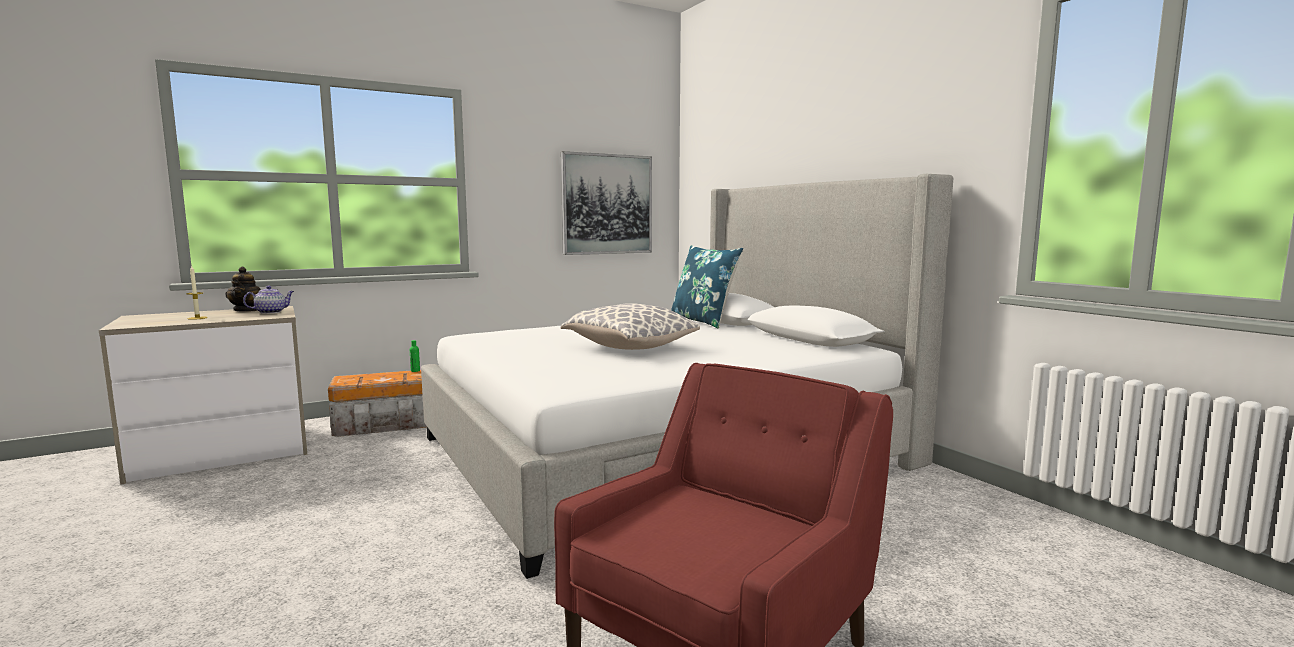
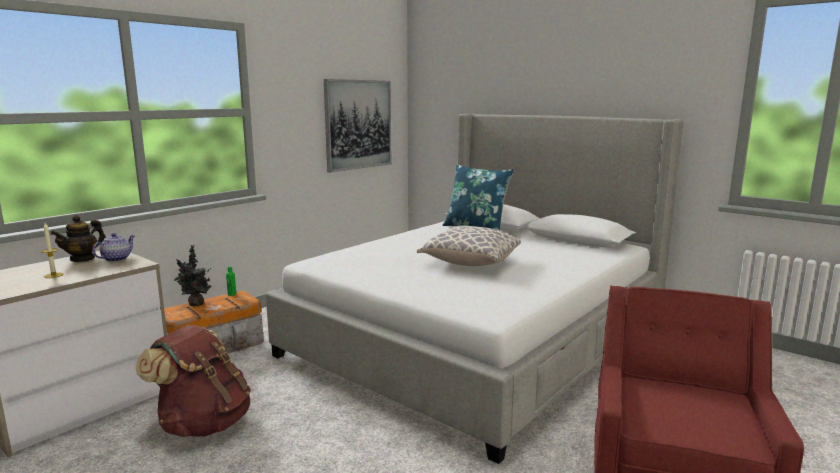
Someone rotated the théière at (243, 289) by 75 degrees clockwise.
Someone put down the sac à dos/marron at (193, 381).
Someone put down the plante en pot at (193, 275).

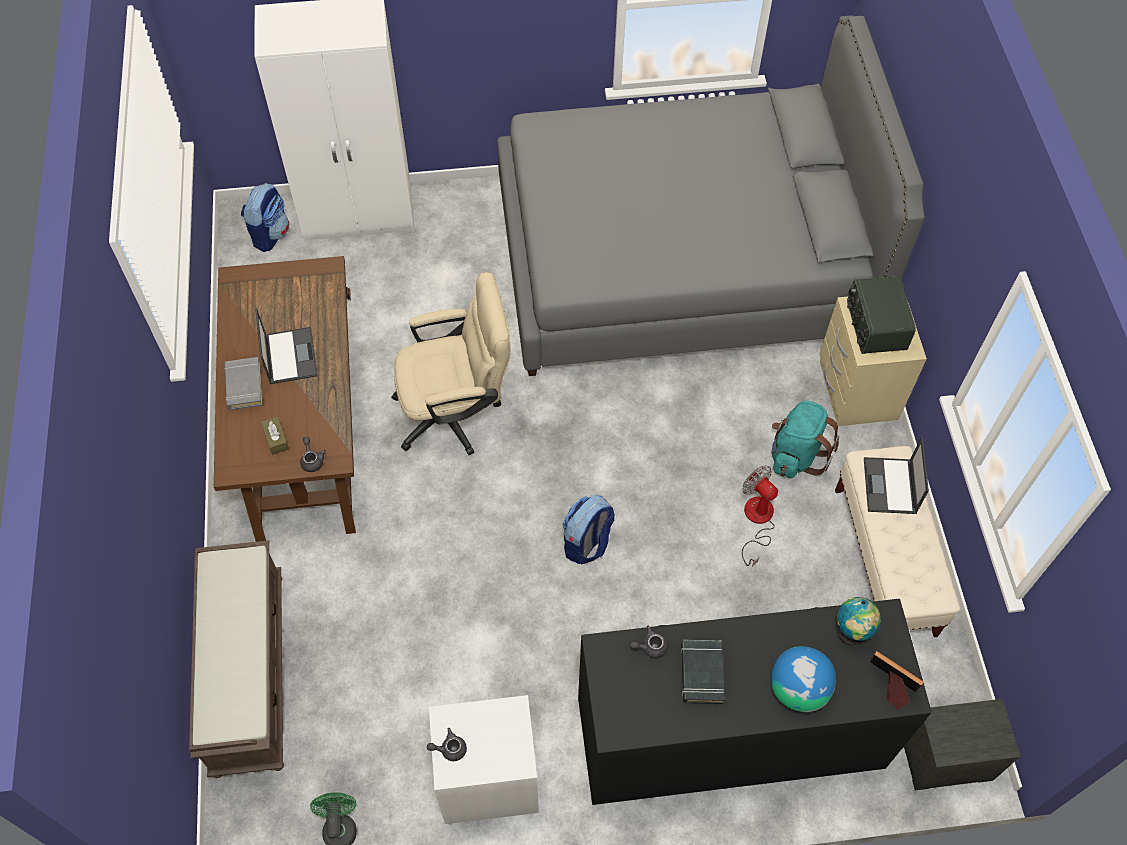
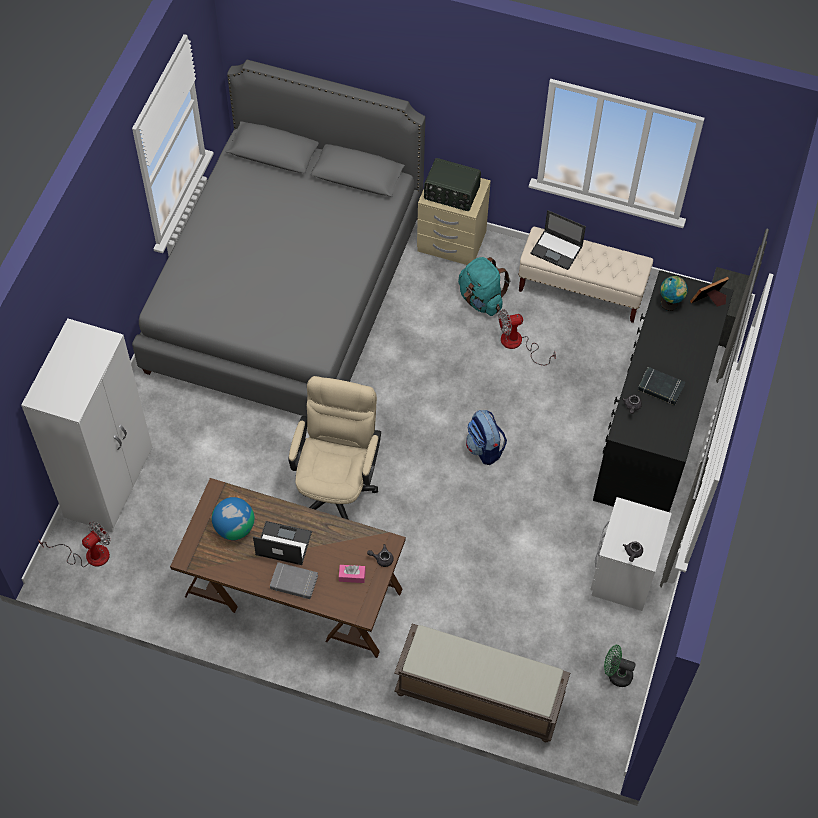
Someone swapped the sac à dos at (265, 217) for the ventilateur at (74, 544).
Someone carried the globe from (803, 679) to (233, 518).
Someone repainted the boîte à mouchoirs/marron at (275, 435), which became the boîte à mouchoirs/rose at (352, 574).

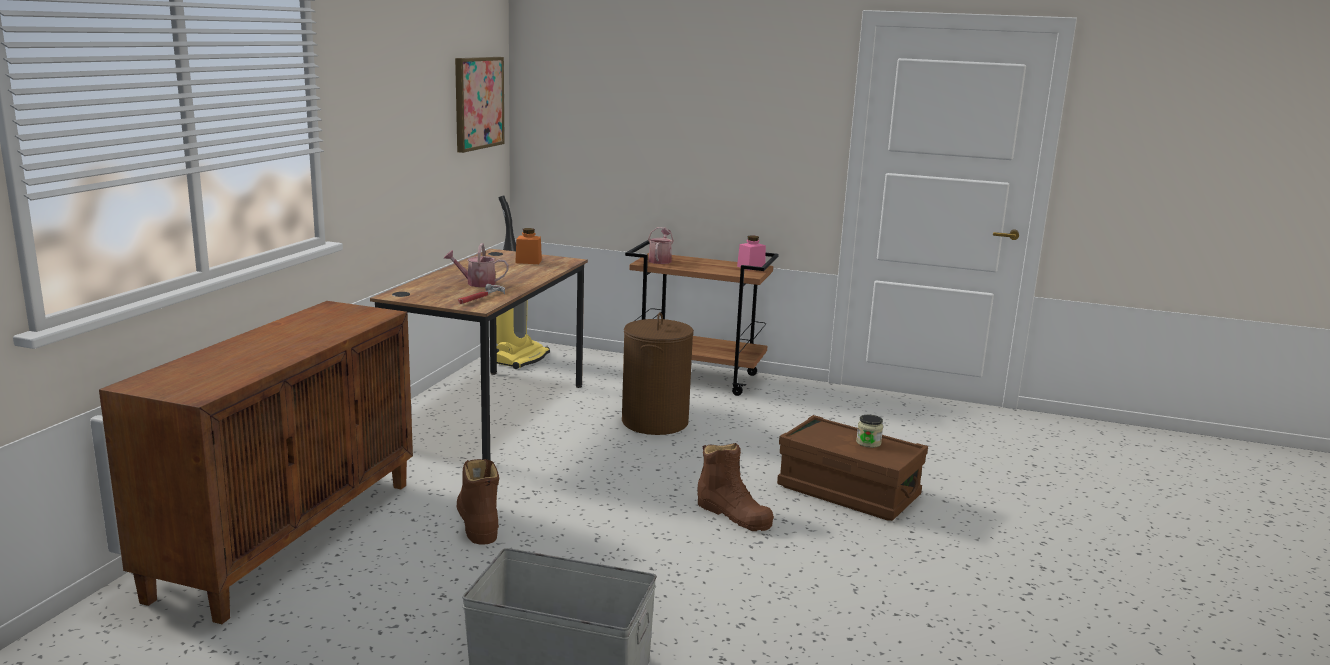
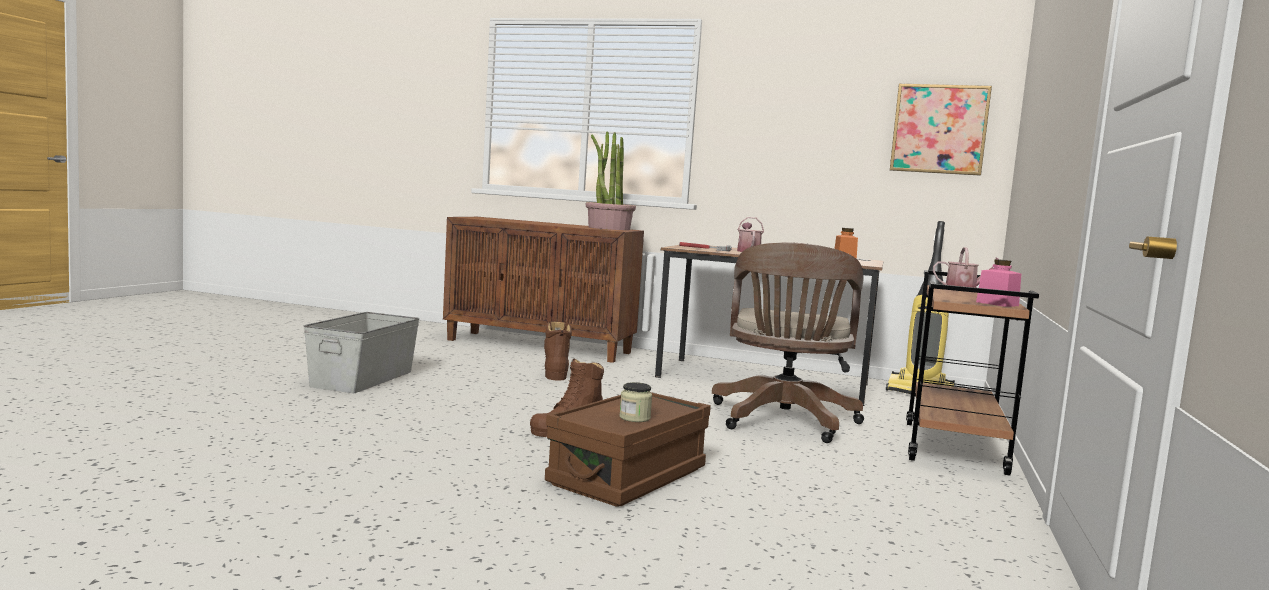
Someone rotated the botte/marron at (477, 501) by 75 degrees counterclockwise.
Someone put down the plante en pot at (611, 180).
Someone swapped the panier à linge/marron at (658, 373) for the chaise de bureau/marron at (788, 343).

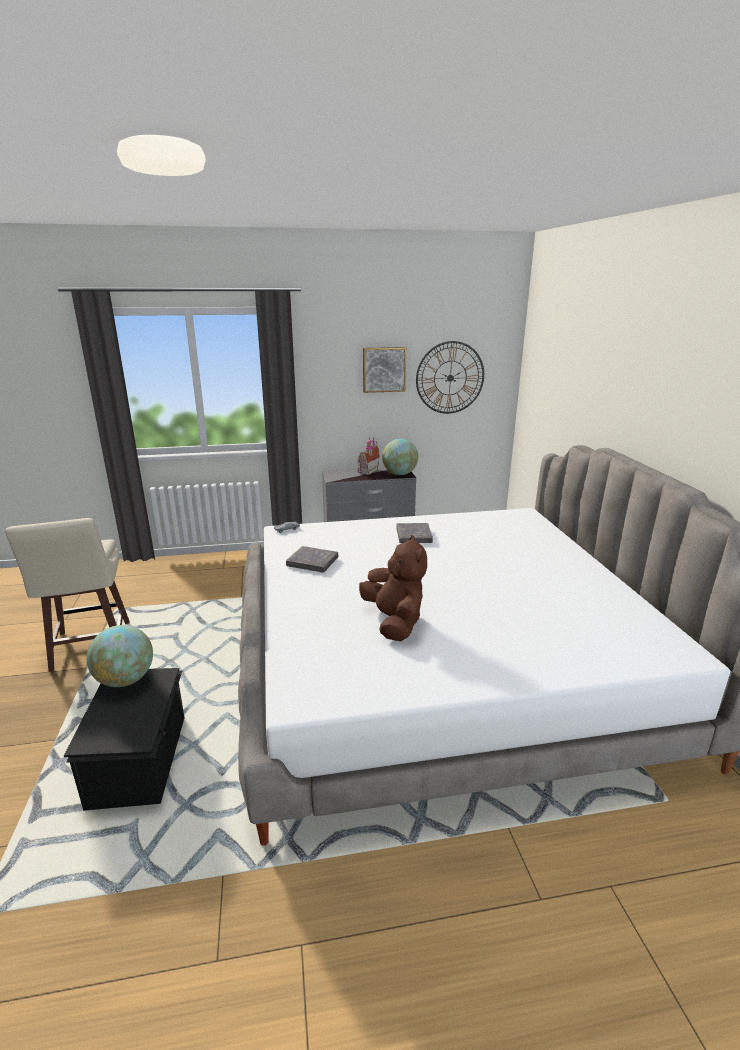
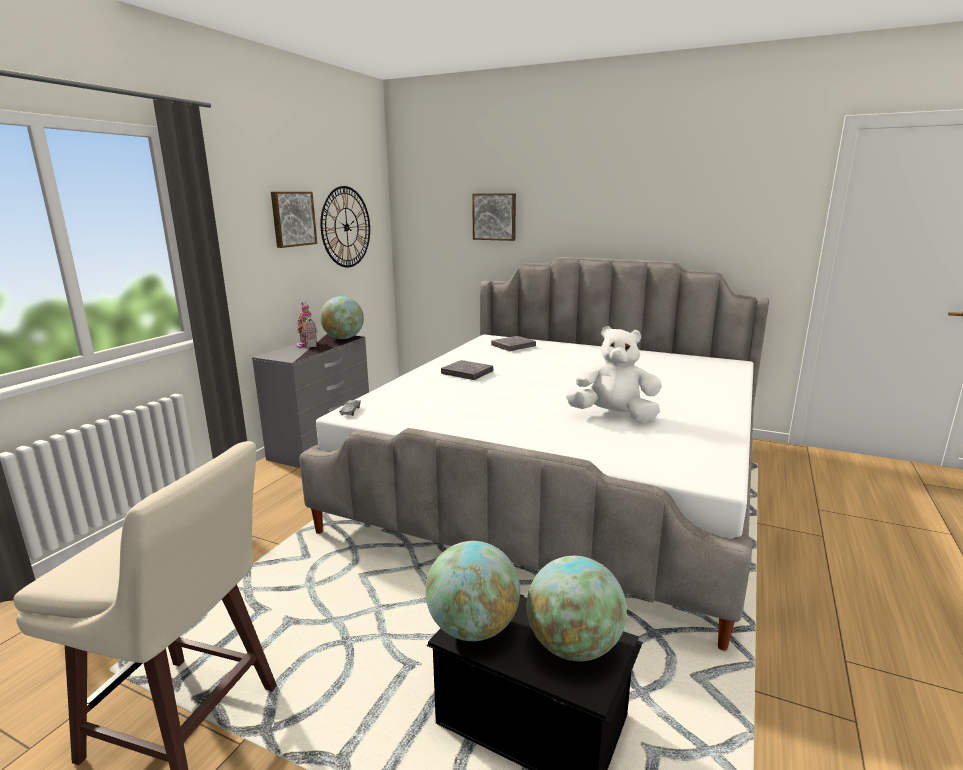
Someone put up the tableau at (494, 217).
Someone carried the livre/gris from (312, 559) to (513, 343).
Someone put down the globe at (577, 608).
Someone repainted the peluche/marron at (393, 588), which became the peluche/blanc at (614, 374).

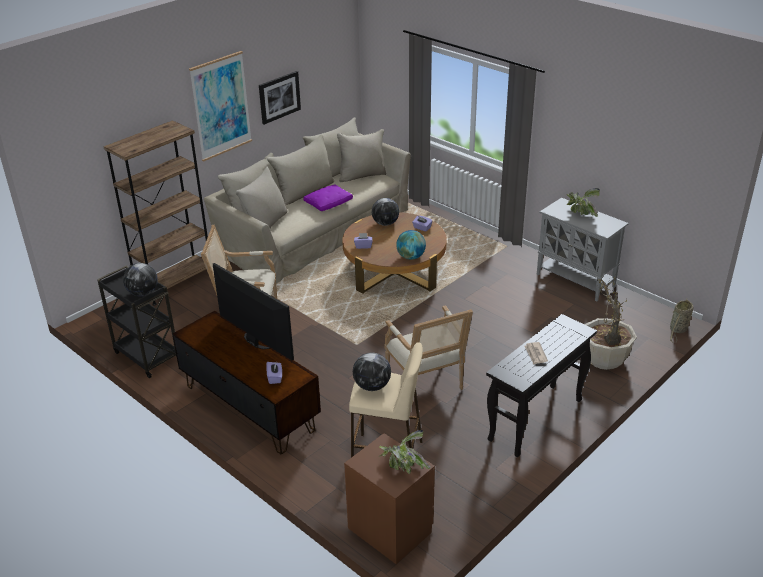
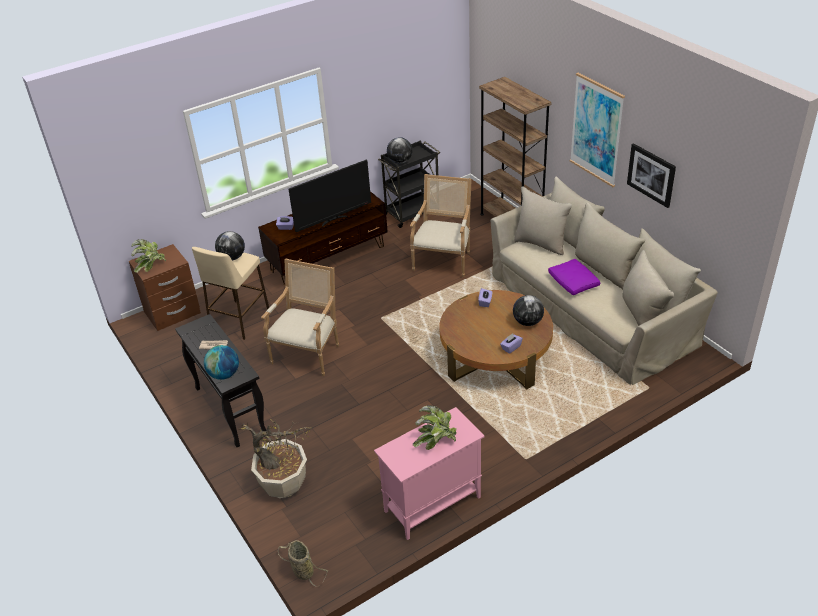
Someone carried the globe from (411, 245) to (221, 362).
Someone rotated the fauteuil at (429, 355) by 120 degrees clockwise.
Someone repainted the meuble de rangement/gris at (582, 249), which became the meuble de rangement/rose at (429, 473).

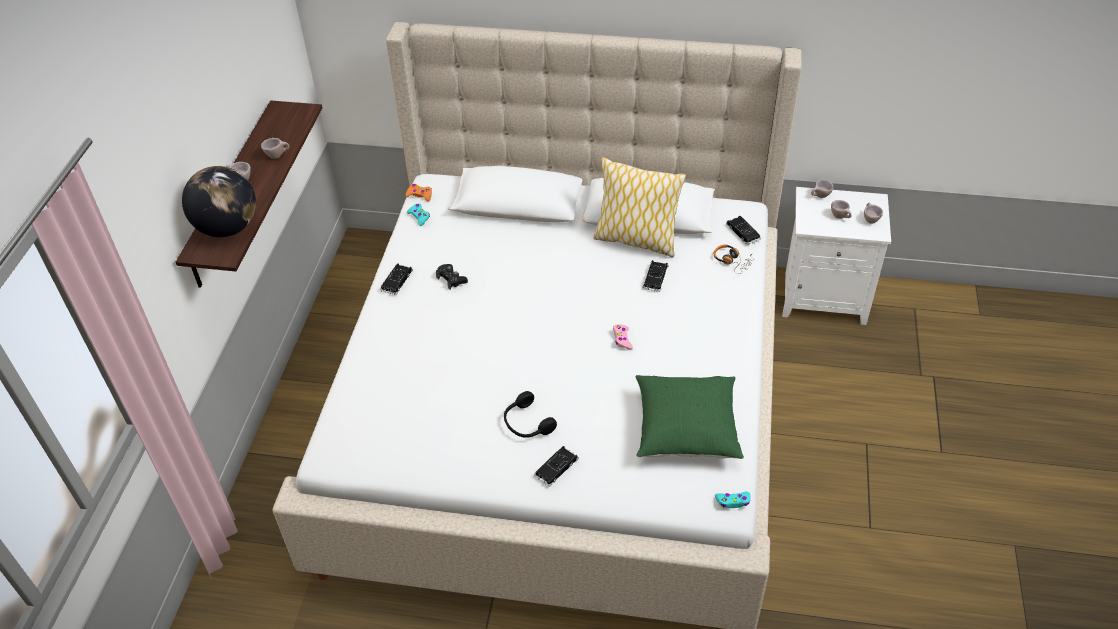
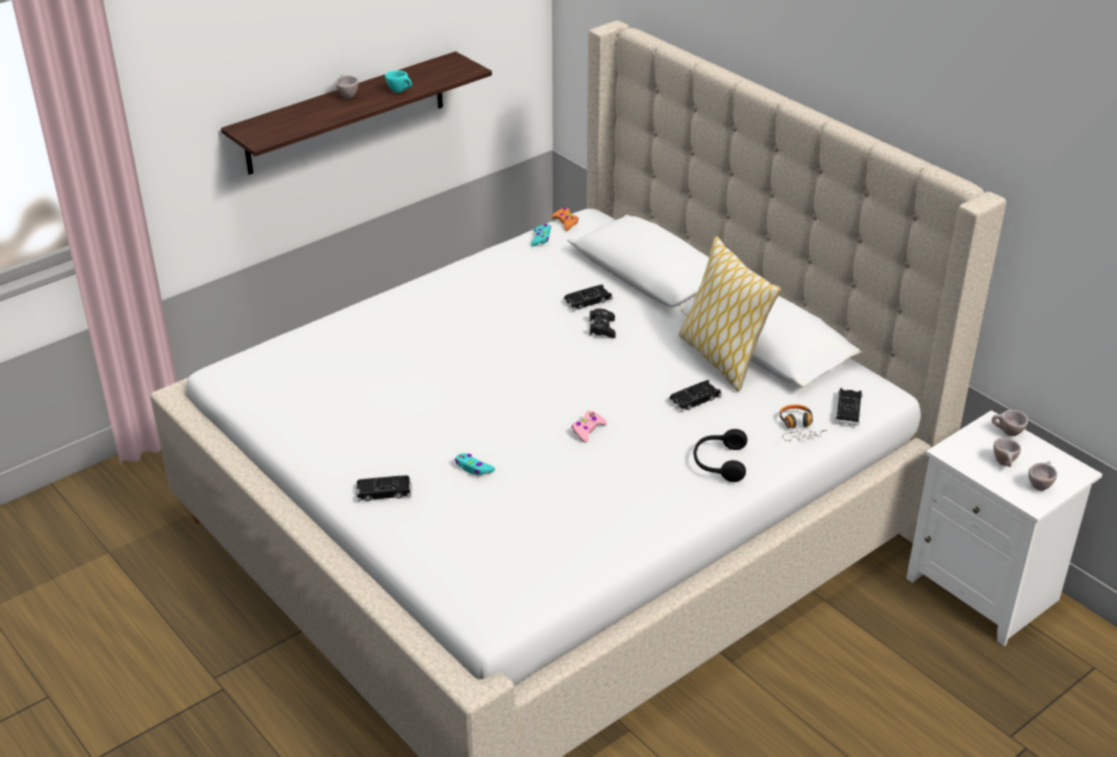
Someone repainted the tasse/beige at (275, 148), which became the tasse/turquoise at (398, 81).
Someone carried the manette/turquoise from (733, 499) to (475, 464).
Someone carried the petite voiture/noir from (396, 279) to (588, 298).
Someone carried the manette/noir from (452, 277) to (603, 323).
Someone carried the casque audio/noir from (530, 414) to (720, 455).
Someone took away the globe at (219, 201).
Someone took away the coussin/vert at (690, 417).

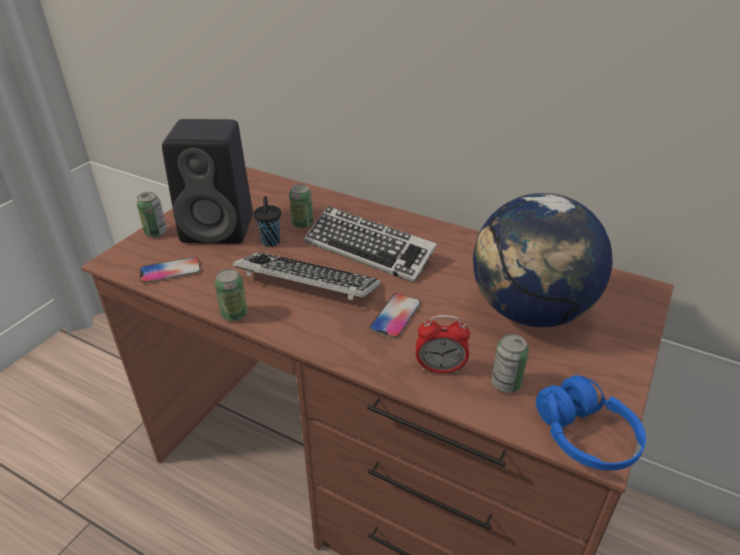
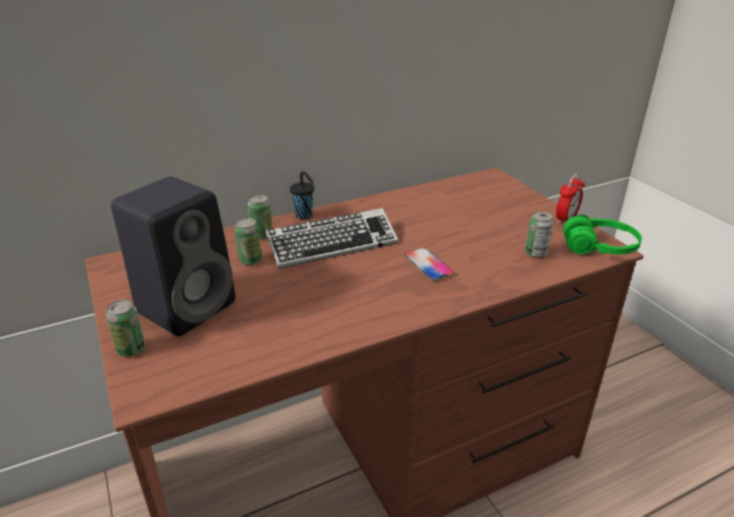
Someone carried the boîte métallique from (231, 295) to (260, 217).
Someone carried the tasse/noir from (267, 221) to (302, 195).
Someone carried the réveil from (443, 344) to (570, 198).
Someone repainted the casque audio/bleu at (591, 423), which became the casque audio/vert at (602, 234).
Someone took away the téléphone at (170, 270).
Someone took away the clavier at (306, 276).
Someone took away the globe at (543, 260).

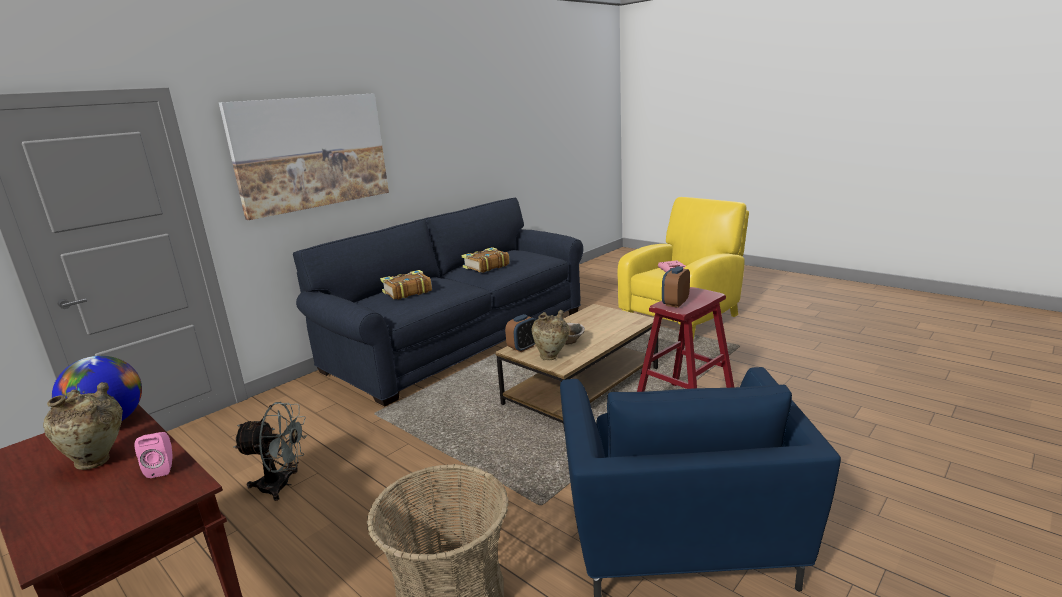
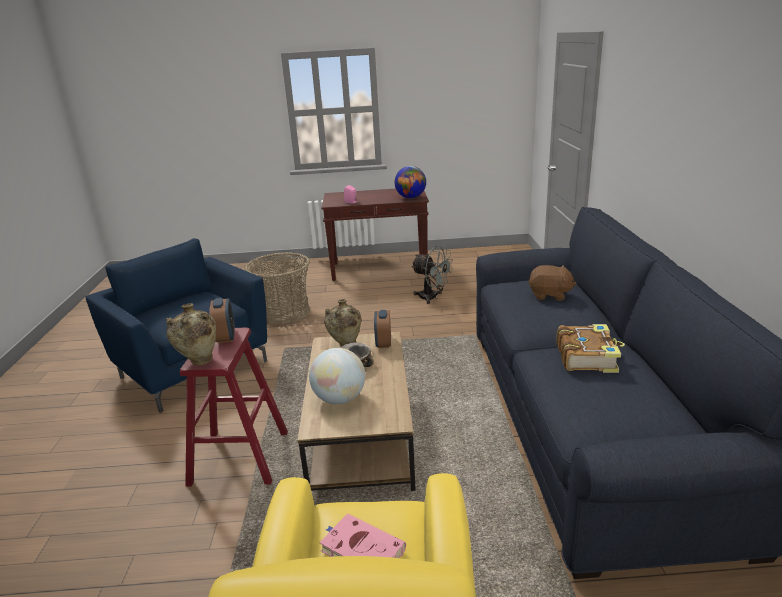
Someone carried the vase/beige from (83, 426) to (191, 334).
Someone put down the globe at (337, 376).
Someone rotated the ventilateur/gris at (270, 451) by 105 degrees counterclockwise.
Someone swapped the livre at (406, 285) for the peluche/marron at (552, 283).
Someone took away the tableau at (304, 156).

